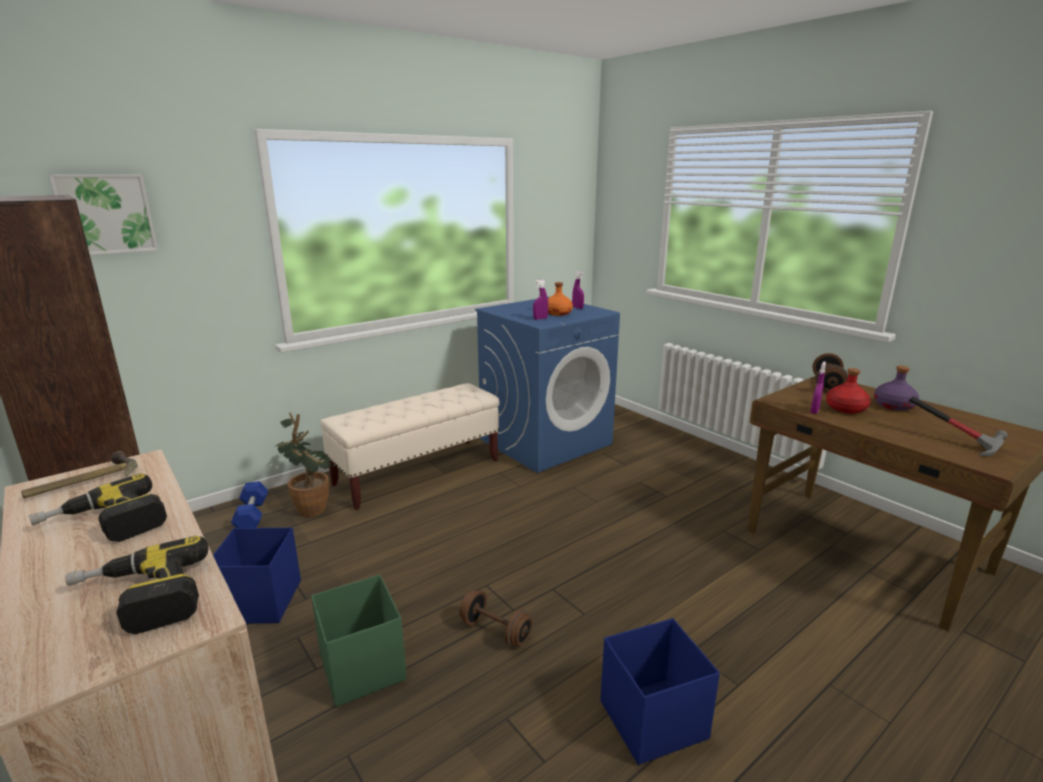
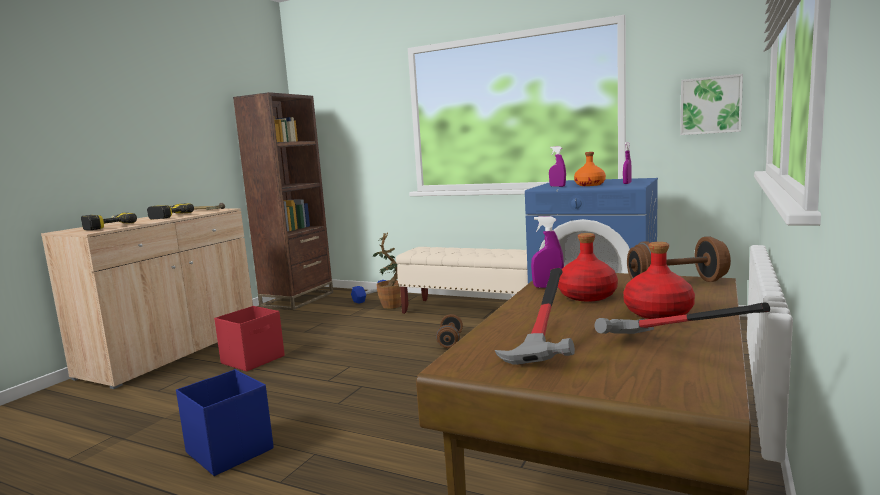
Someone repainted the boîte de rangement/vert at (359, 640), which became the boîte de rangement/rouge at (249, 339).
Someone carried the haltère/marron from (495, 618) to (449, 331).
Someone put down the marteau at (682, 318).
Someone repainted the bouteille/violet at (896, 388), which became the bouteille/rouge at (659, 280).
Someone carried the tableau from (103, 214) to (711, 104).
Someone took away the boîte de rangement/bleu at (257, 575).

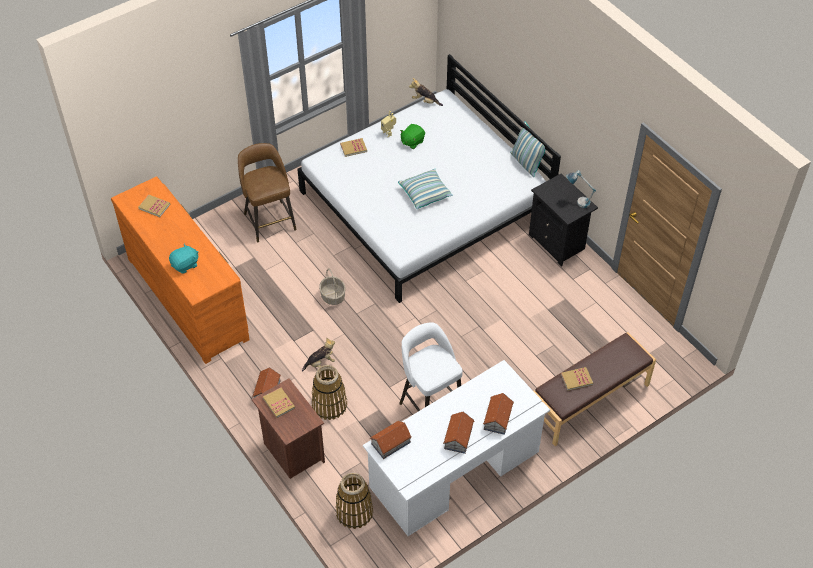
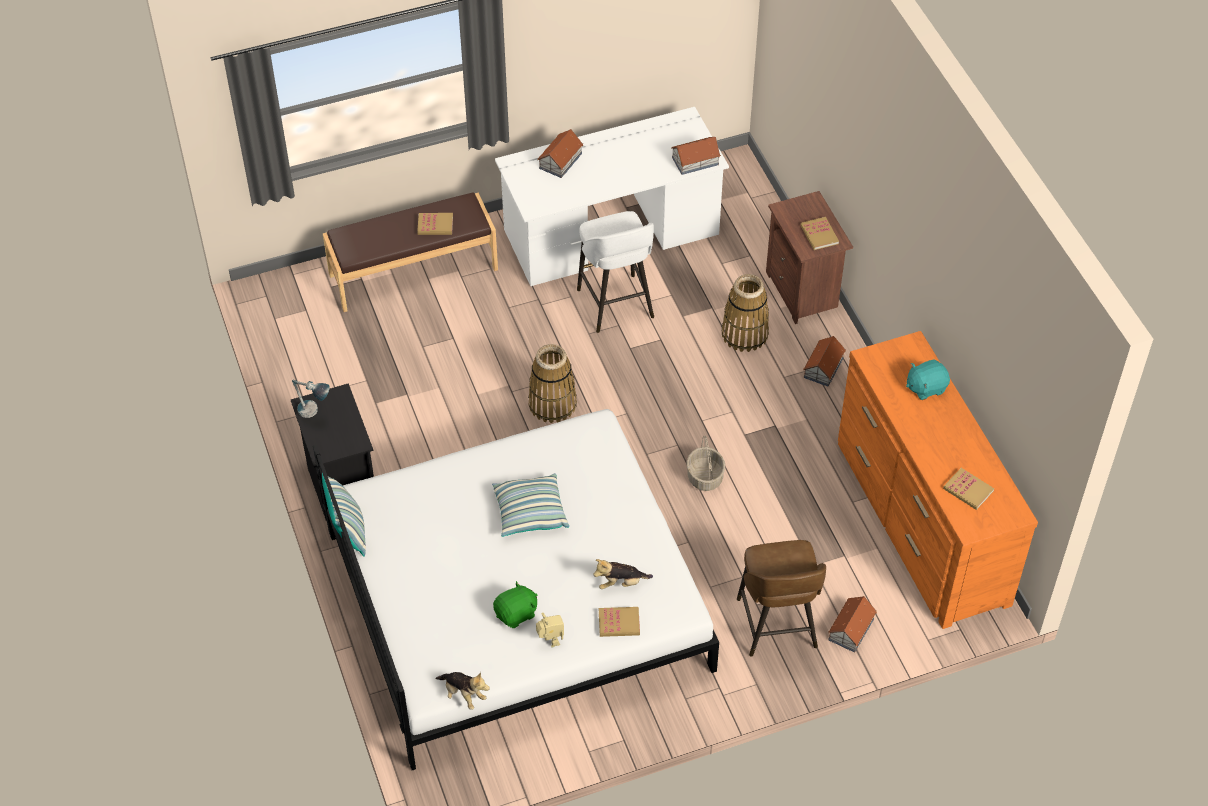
Someone carried the panier from (354, 501) to (552, 383).
Someone carried the peluche from (318, 355) to (623, 574).
Someone carried the maison miniature from (458, 432) to (852, 624).

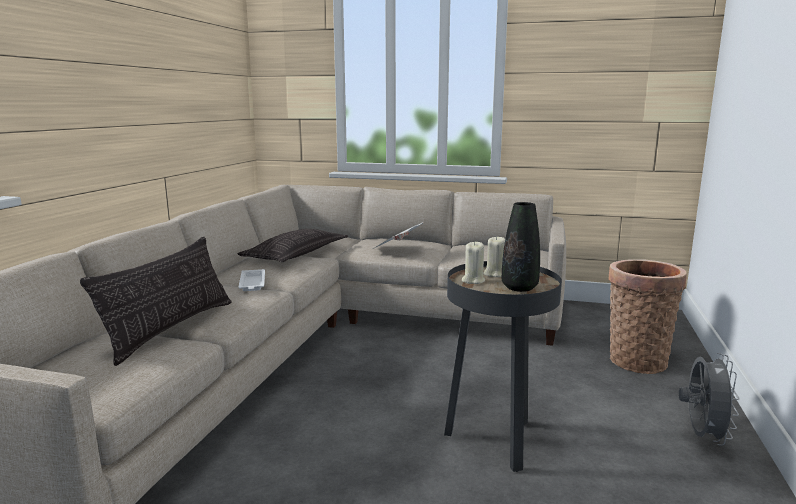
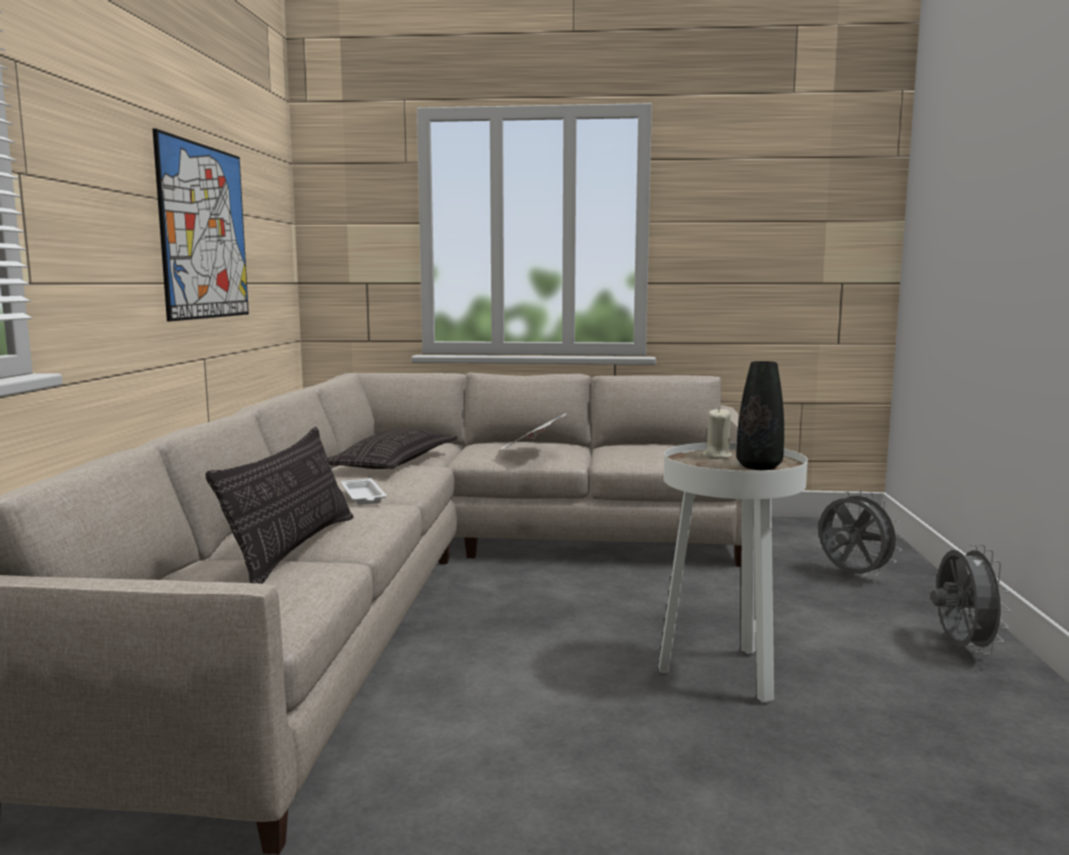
Someone put up the tableau at (201, 225).
Someone repainted the table d'appoint/noir at (503, 366), which became the table d'appoint/blanc at (733, 573).
Someone swapped the panier at (647, 316) for the ventilateur/gris at (860, 533).
Someone took away the bougie/beige at (473, 262).

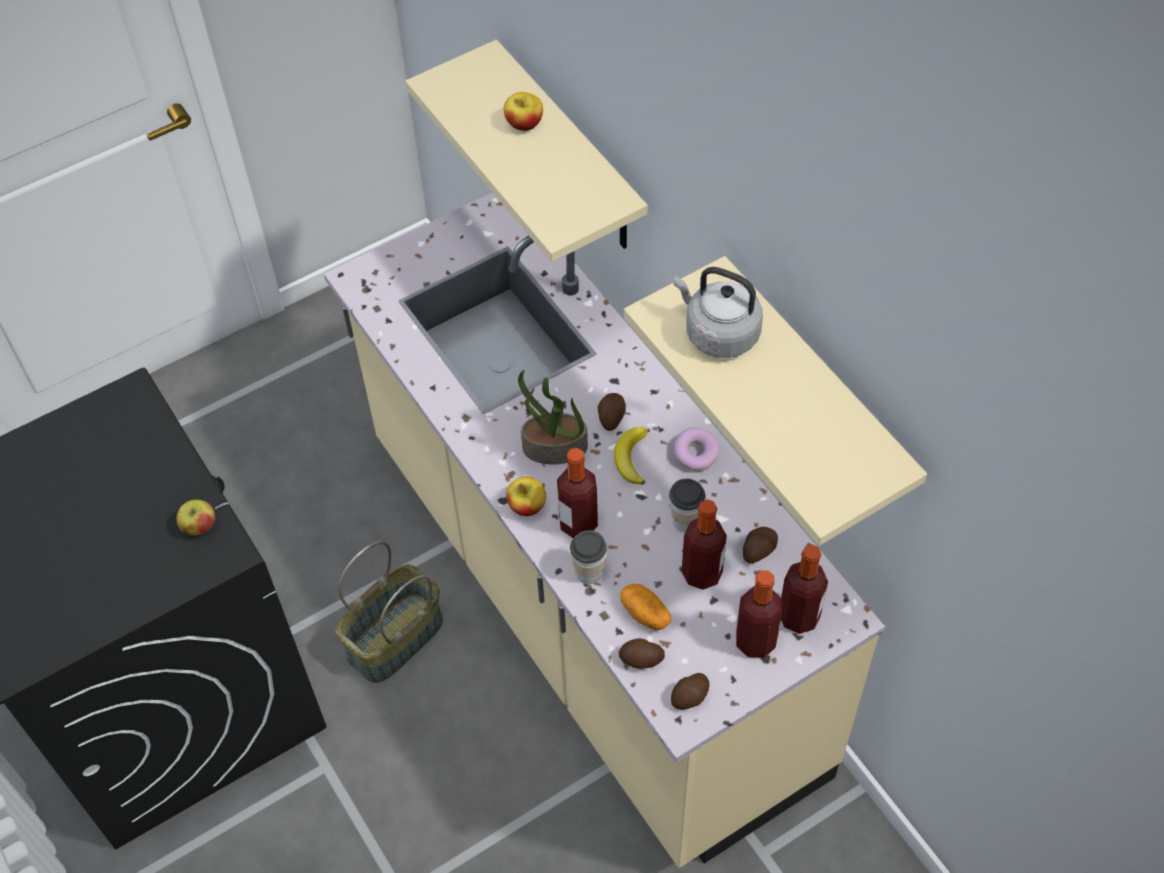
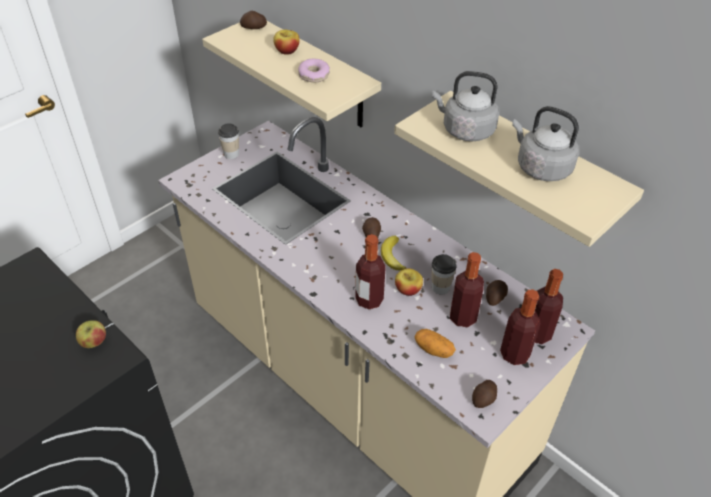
Someone carried the tasse from (588, 557) to (228, 141).
Someone carried the pomme de terre from (642, 653) to (253, 20).
Someone carried the beignet from (696, 449) to (314, 70).
Someone carried the pomme from (526, 496) to (409, 282).
Someone put down the bouilloire/gris at (545, 143).
Someone took away the panier at (389, 612).
Someone took away the plante en pot at (553, 417).

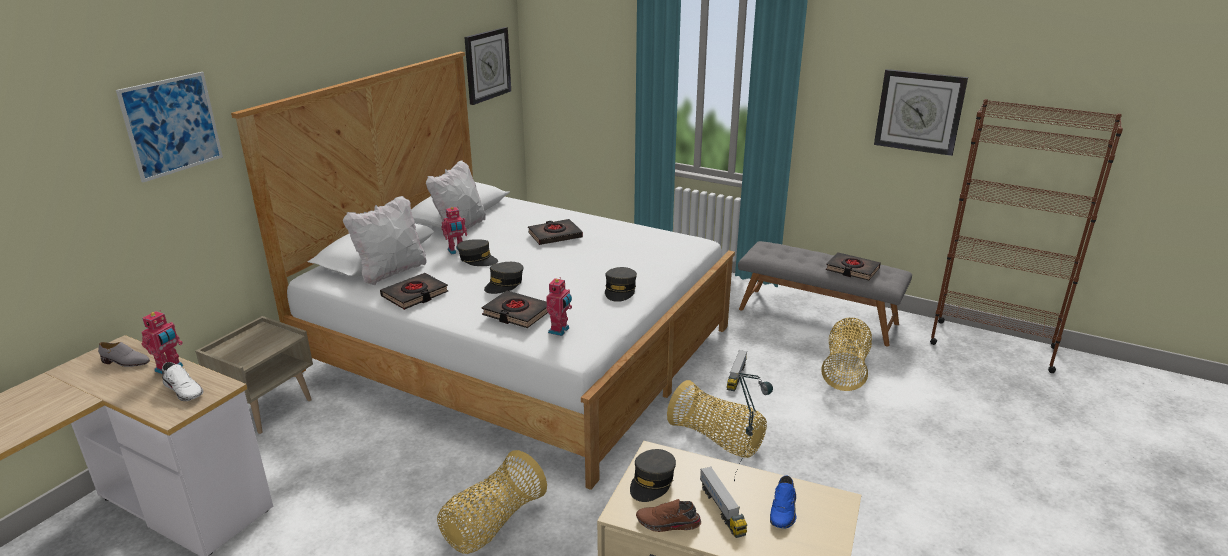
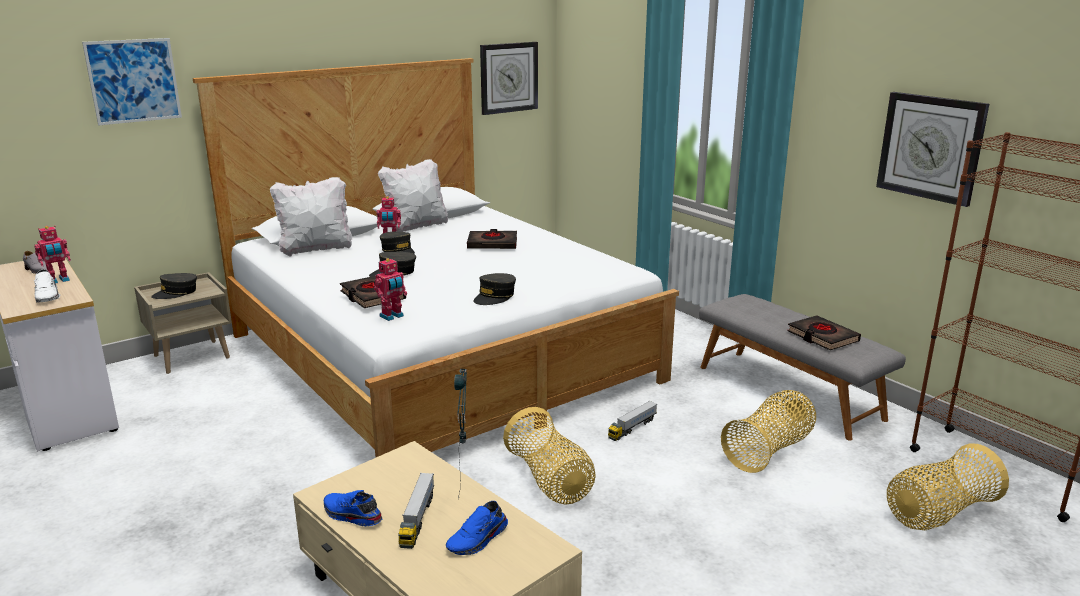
Someone carried the casquette/gris from (653, 475) to (174, 286).
Someone repainted the chaussure/marron at (668, 515), which became the chaussure/bleu at (353, 508).
Someone carried the panier from (492, 502) to (948, 487).
Someone took away the livre/noir at (414, 291).

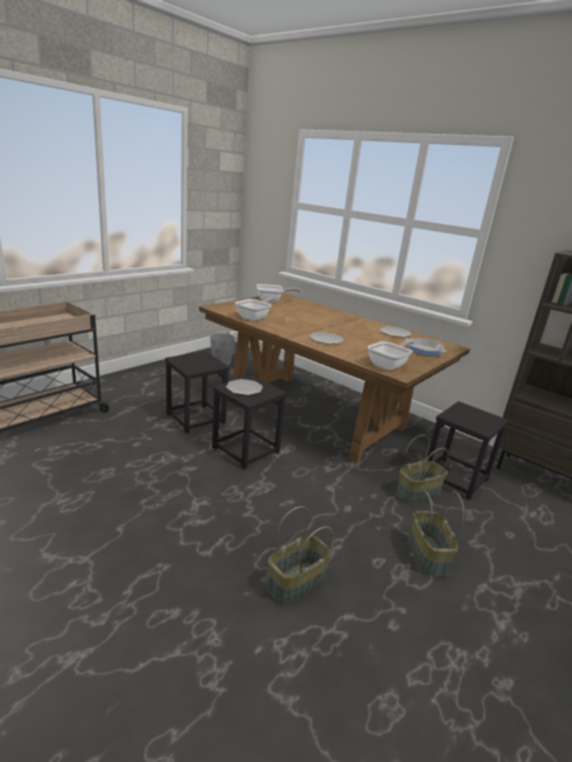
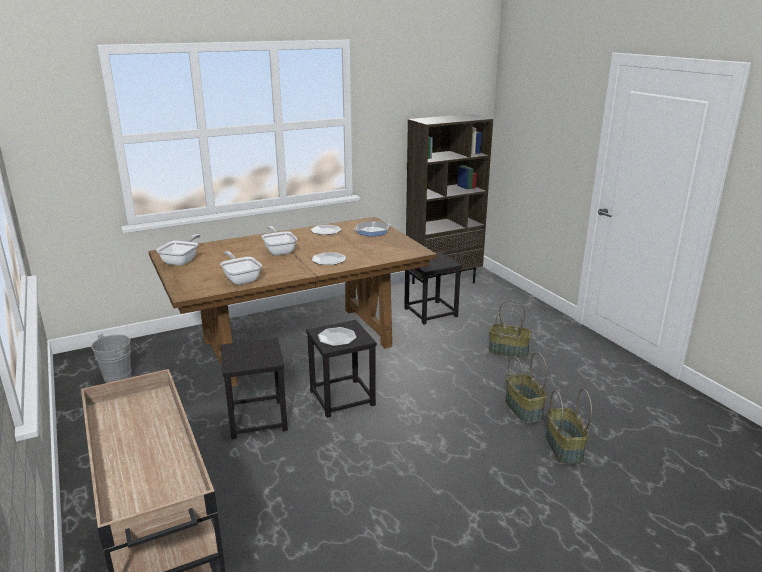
Someone carried the poêle from (391, 355) to (279, 241).
Someone carried the panier from (422, 469) to (569, 426).

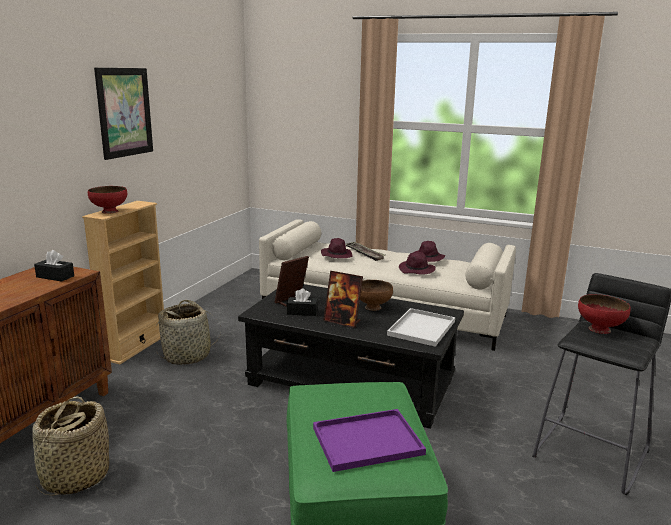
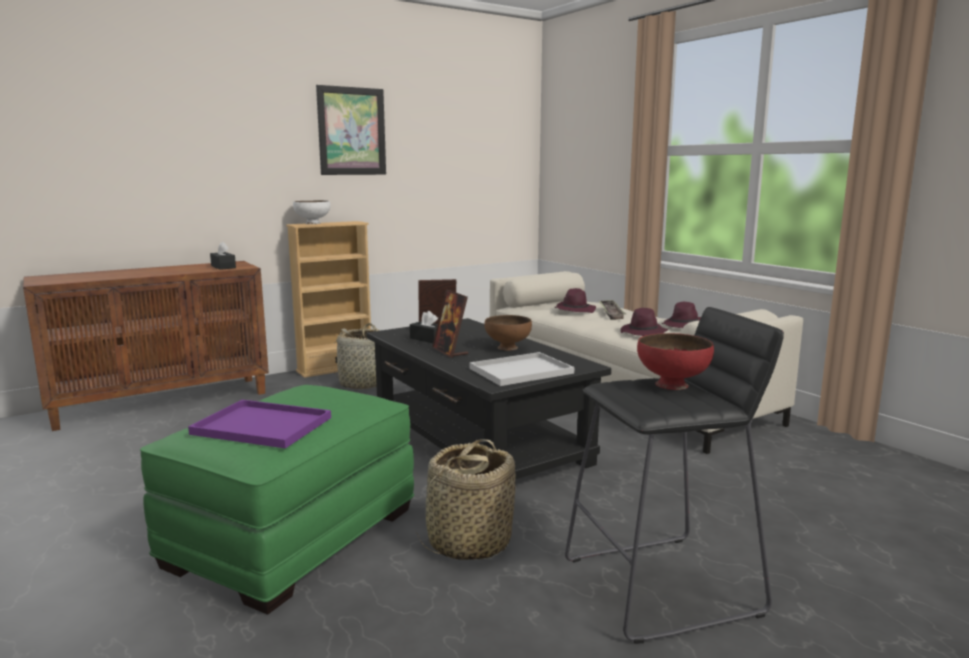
Someone repainted the bol/rouge at (107, 200), which became the bol/blanc at (312, 212).
Someone carried the panier from (70, 446) to (465, 499).

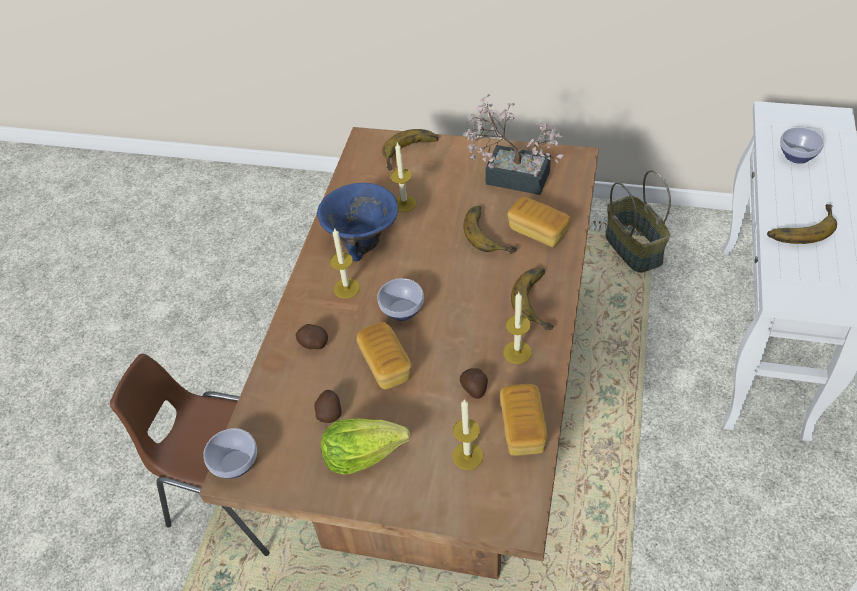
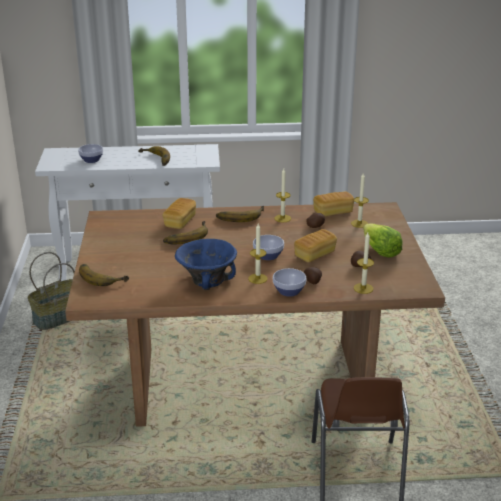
Someone carried the bol from (230, 453) to (289, 282).
Someone carried the bougie from (403, 177) to (364, 263).
Someone took away the plante en pot at (514, 144).

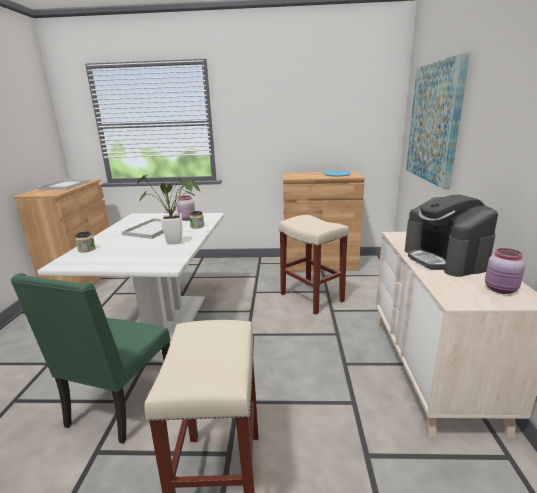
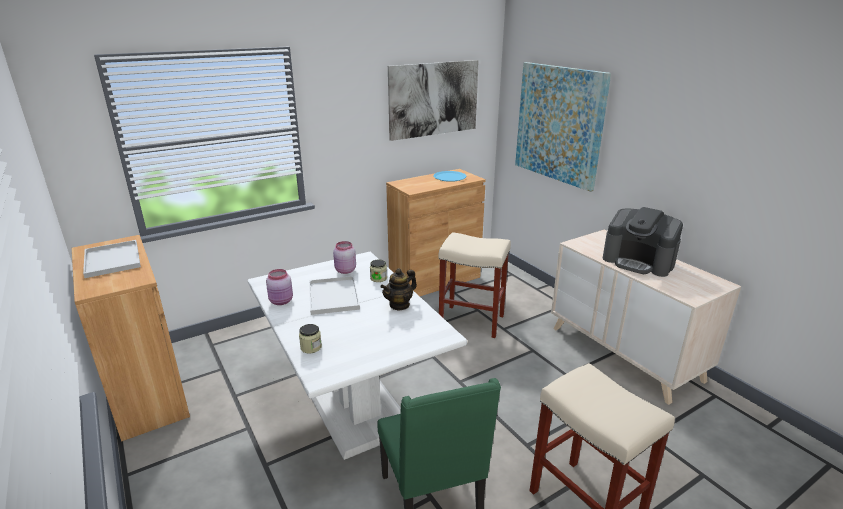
Someone carried the bocal/rose from (505, 271) to (279, 287).
Someone swapped the plante en pot at (168, 209) for the théière at (398, 289).
Someone put up the tableau at (433, 100).

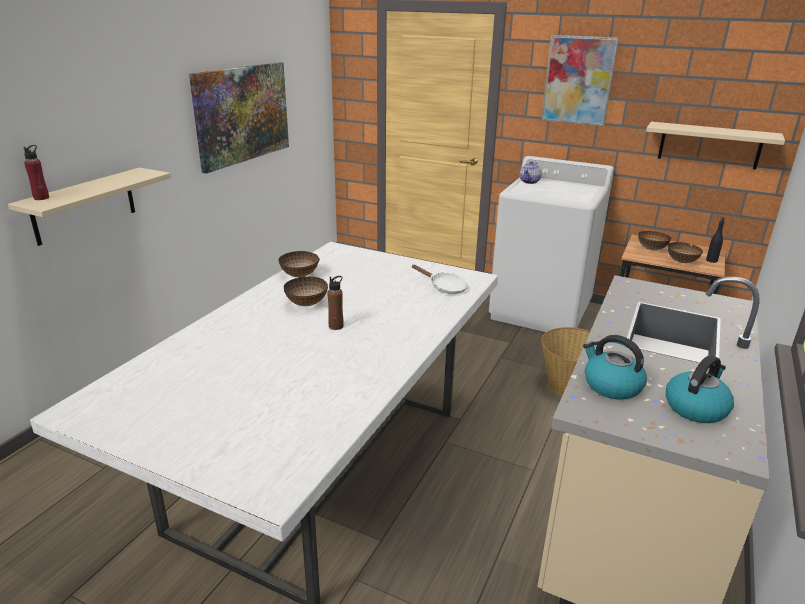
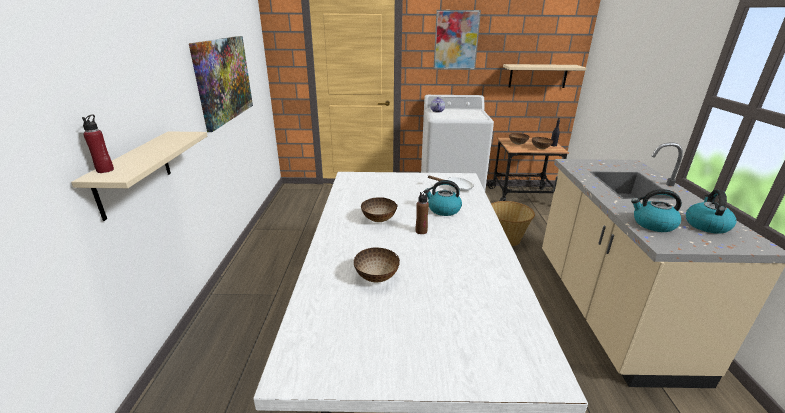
Someone carried the bol from (299, 264) to (377, 265).
Someone put down the bouilloire at (443, 198).

